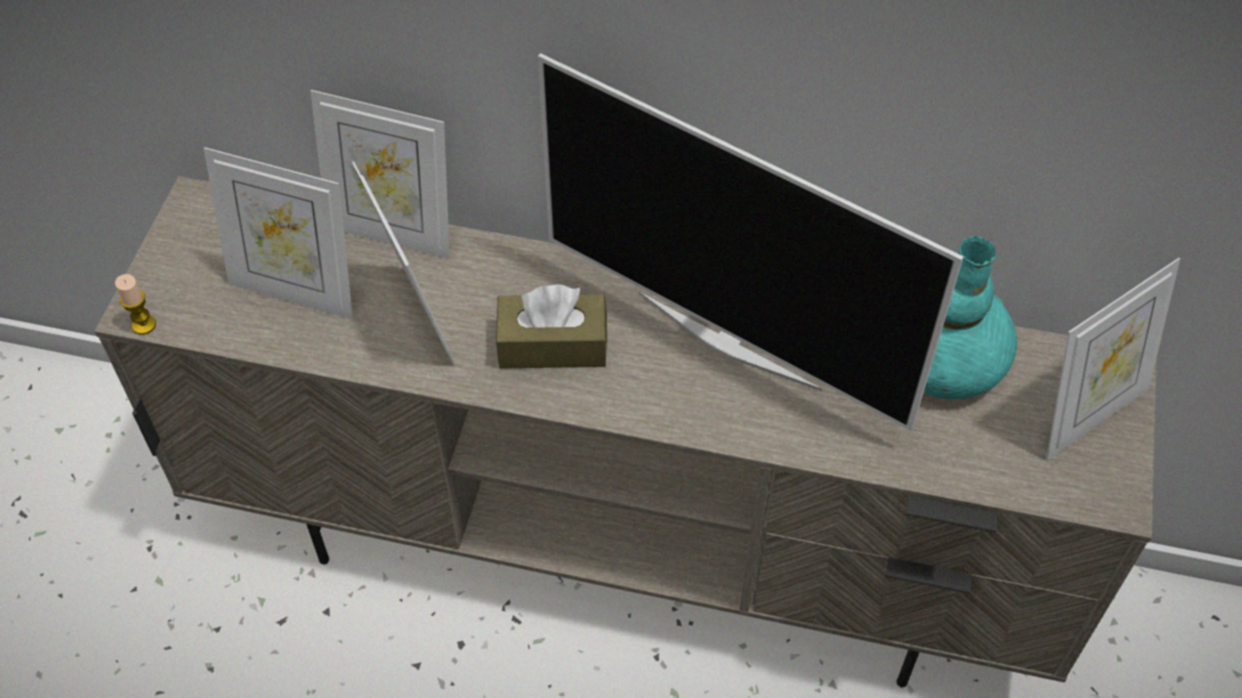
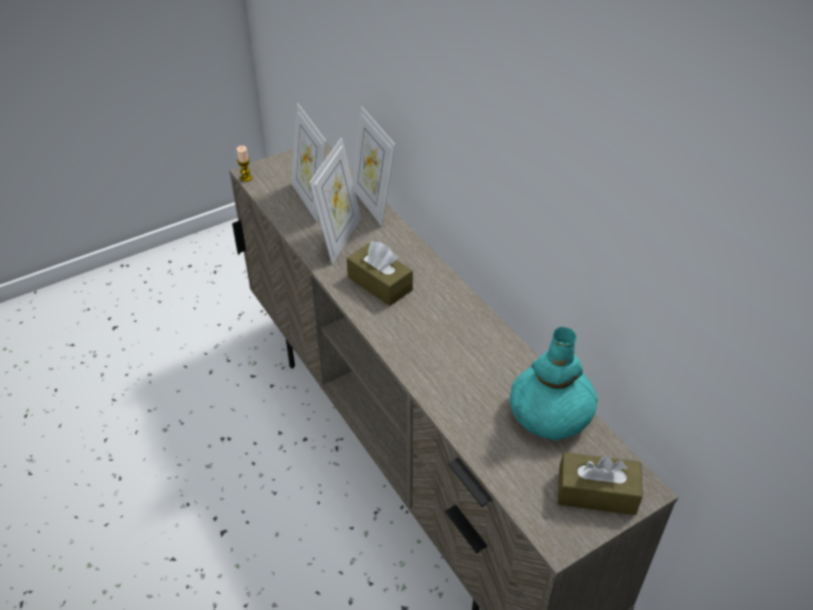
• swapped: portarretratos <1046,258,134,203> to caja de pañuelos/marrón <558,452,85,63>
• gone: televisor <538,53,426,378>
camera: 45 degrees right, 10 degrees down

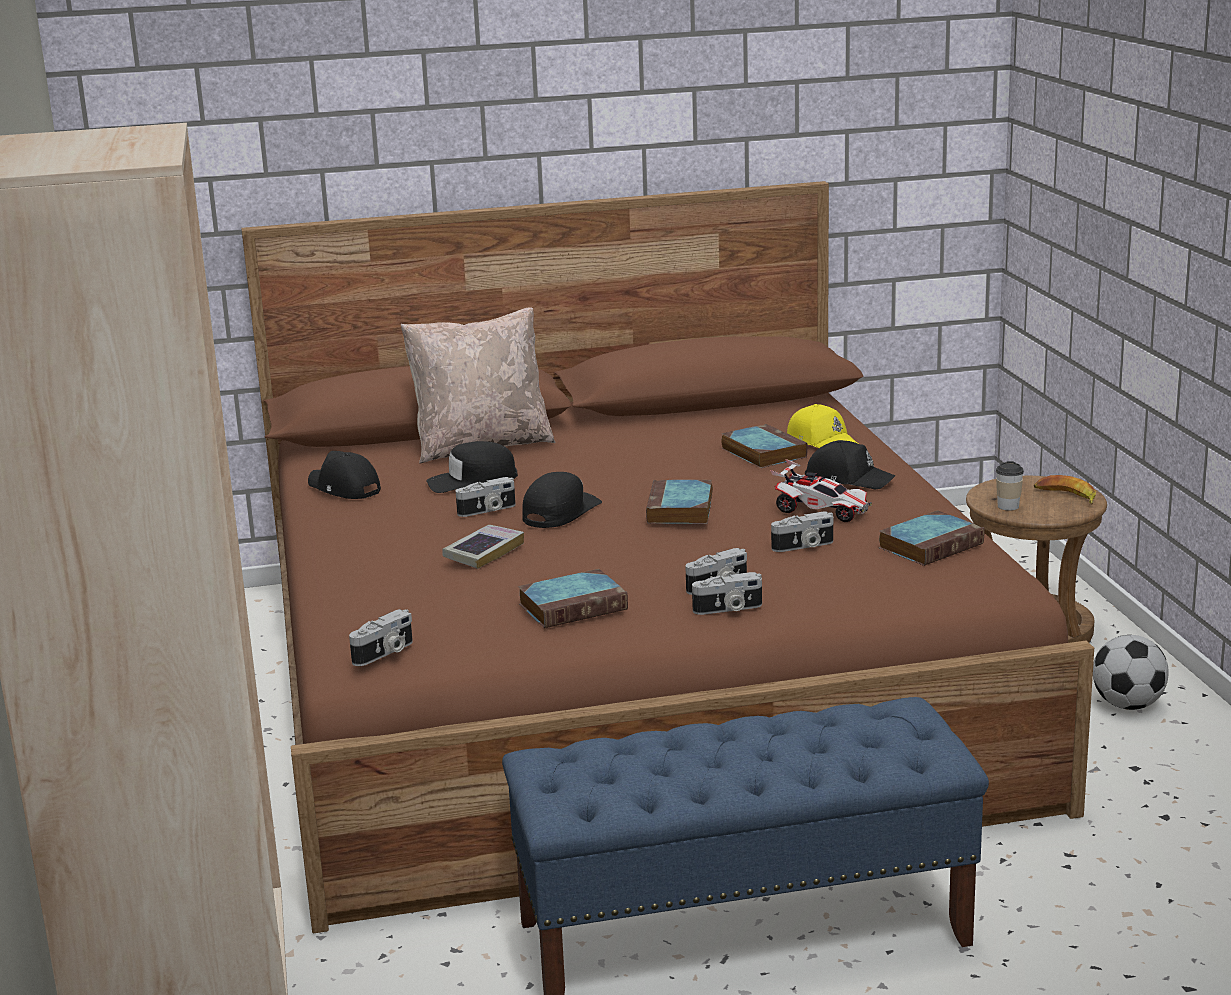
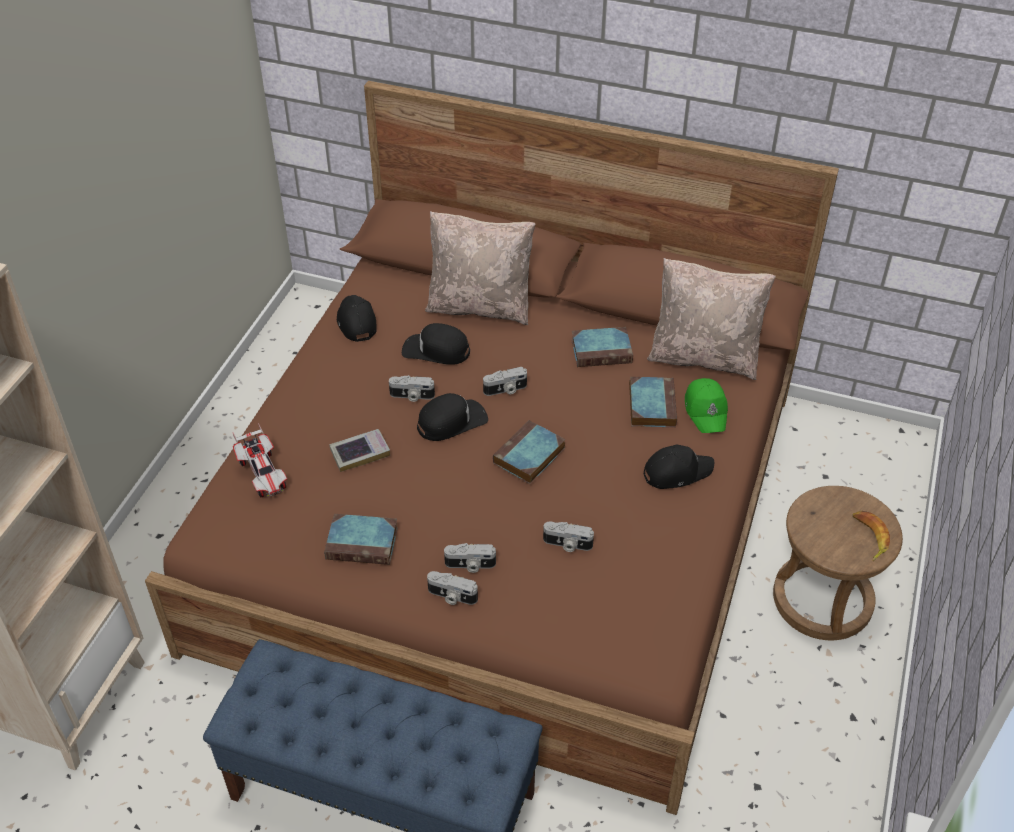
• shifted: coche de juguete <770,459,102,63> to <232,423,55,74>
• shifted: cámara <349,609,64,57> to <483,367,44,29>
• shifted: libro <879,510,106,56> to <571,327,62,40>
• rotated: gorra/negro <805,440,91,50> = <644,445,70,44> 75 degrees counterclockwise
• new: cojín/beis <647,258,129,122>
• repainted: gorra/amarillo <787,404,71,44> to gorra/verde <685,378,43,55>
• gone: taza <996,461,28,50>
• gone: balón de fútbol <1093,635,76,75>
camera: 30 degrees right, 25 degrees up

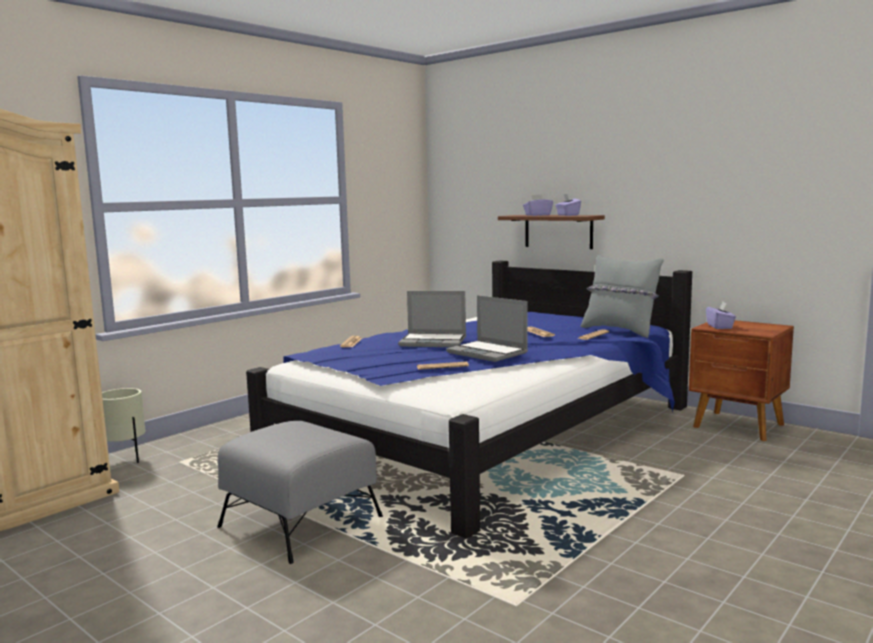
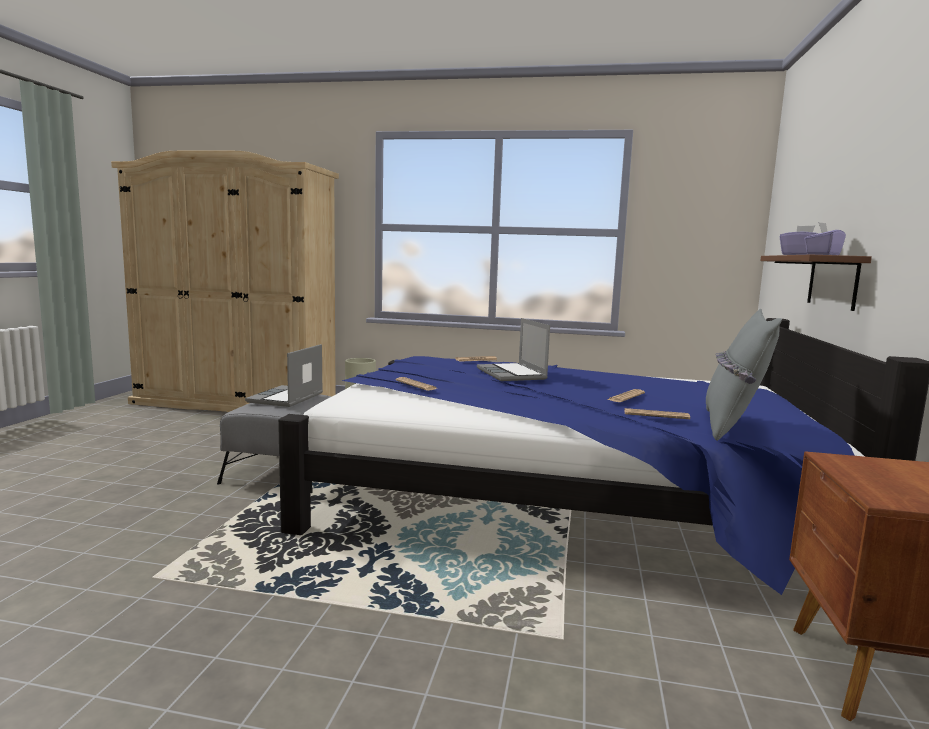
• shifted: portátil <446,295,82,67> to <245,344,78,63>
• gone: caja de pañuelos/morado <706,302,30,27>
camera: 60 degrees right, 0 degrees up

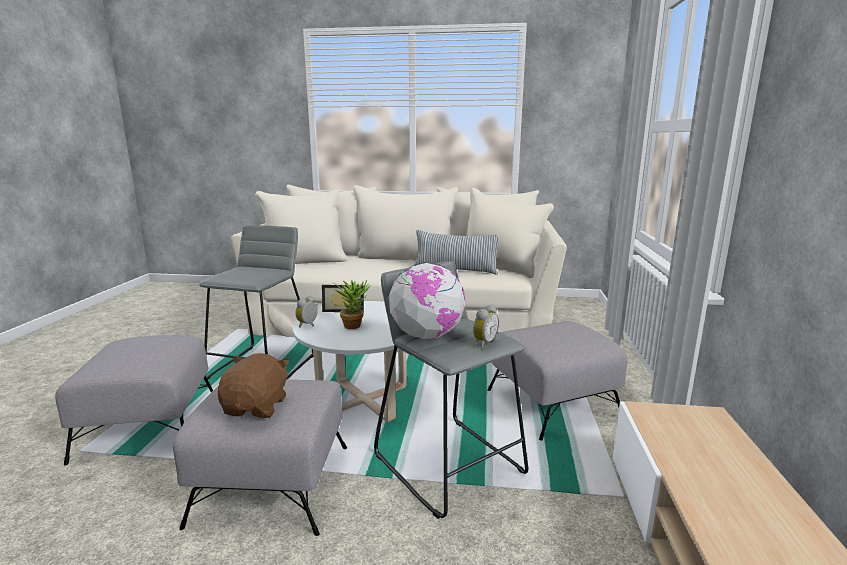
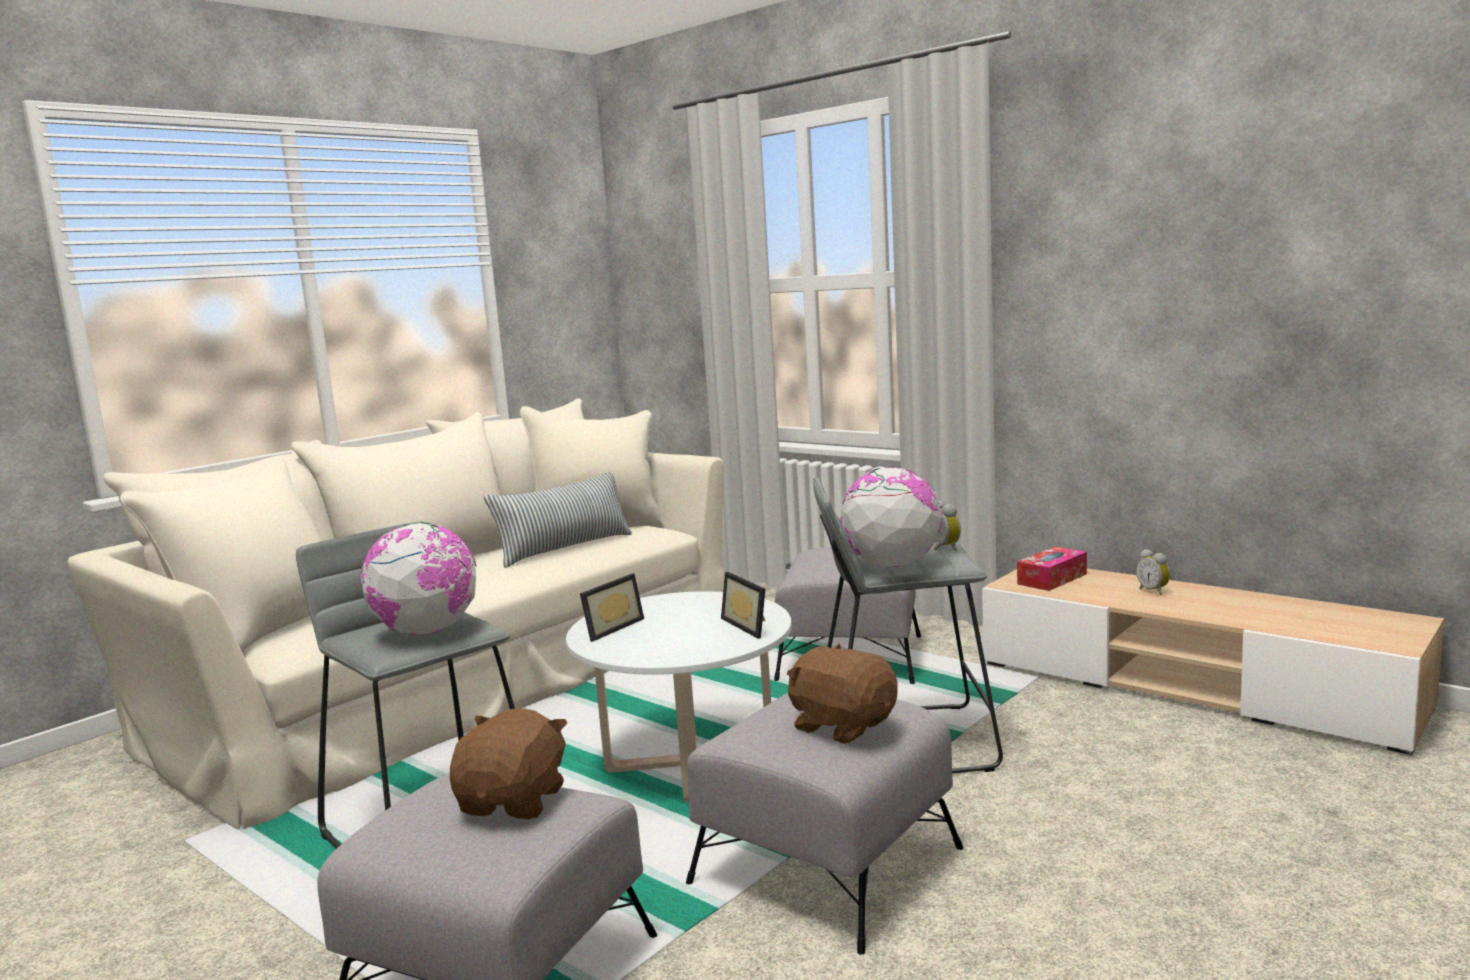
• new: globo terráqueo <360,522,117,113>
• new: peluche/marrón <450,708,117,111>
• new: portarretratos <721,572,44,67>
• new: caja de pañuelos <1017,547,70,44>
• shifted: despertador <295,295,23,32> to <1136,549,34,46>
• gone: planta en maceta <334,280,36,49>
camera: 55 degrees left, 5 degrees down

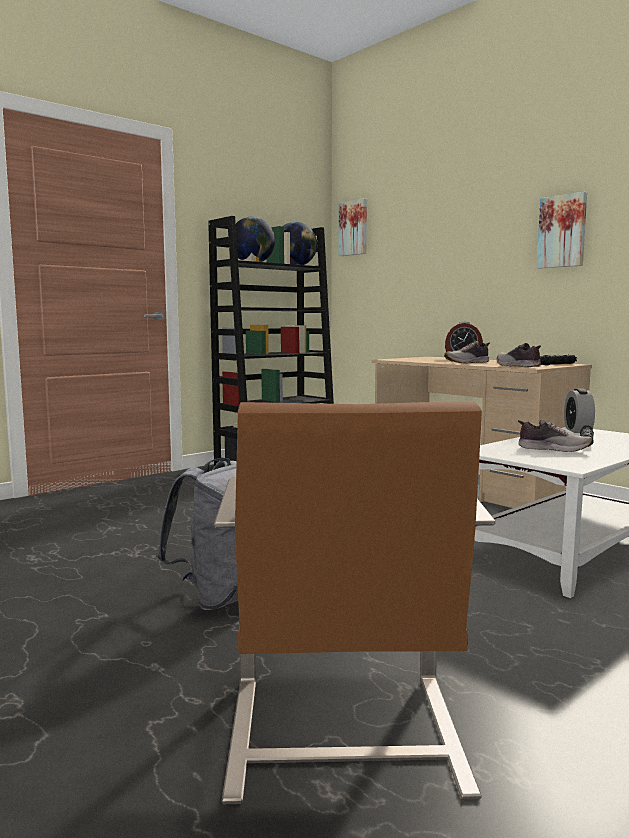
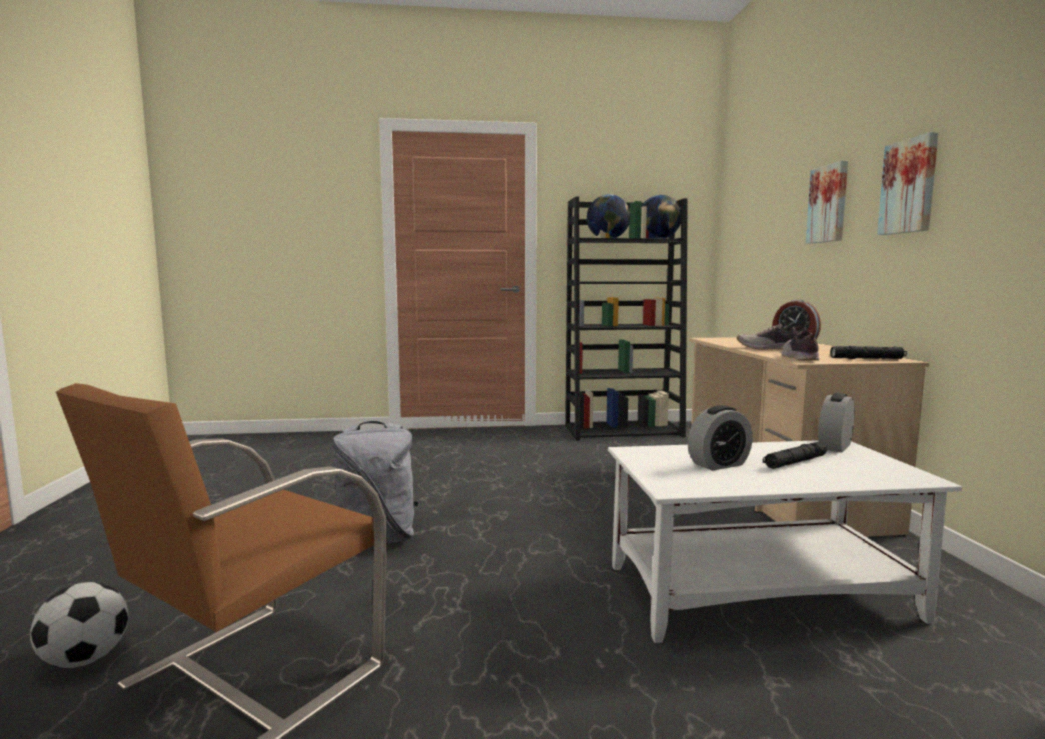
• new: balón de fútbol <30,582,98,86>
• swapped: zapato <518,419,74,33> to despertador <688,405,65,66>
• shifted: cuadro <339,198,28,58> to <806,161,42,83>
camera: 35 degrees right, 0 degrees up

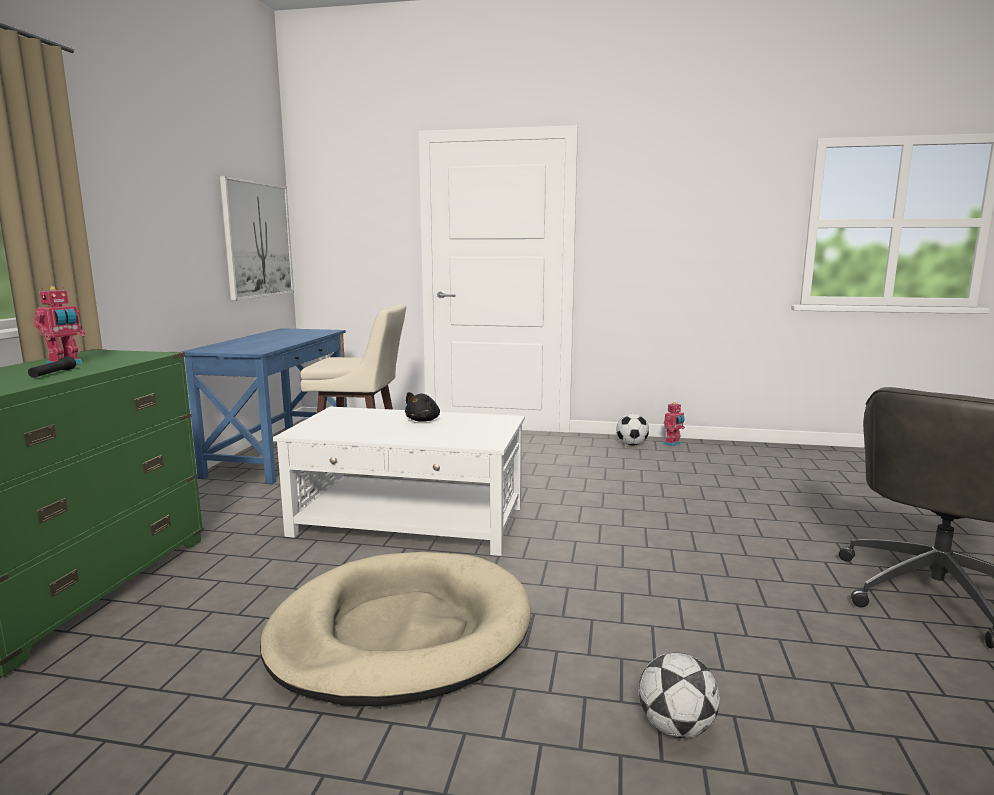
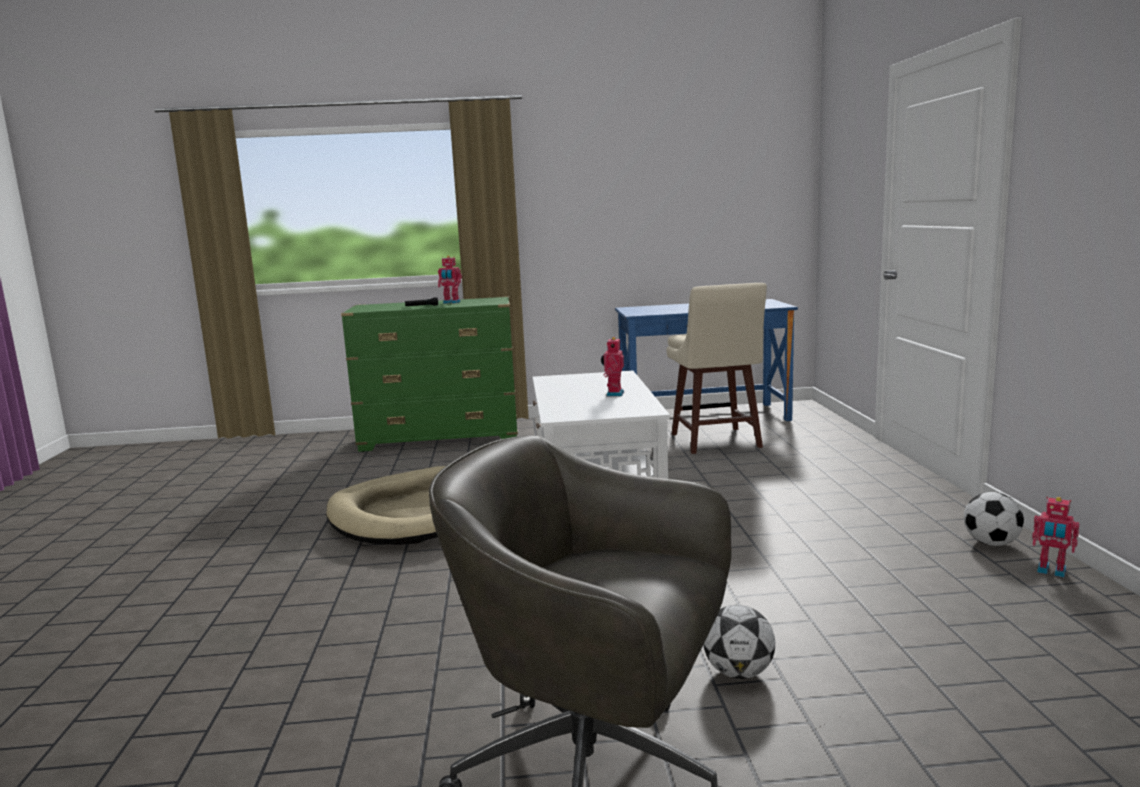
• swapped: peluche/negro <405,392,35,30> to robot de juguete <601,337,23,59>
• shifted: balón de fútbol <639,652,81,86> to <703,605,72,74>
• gone: cuadro <220,176,74,125>
camera: 75 degrees right, 0 degrees up

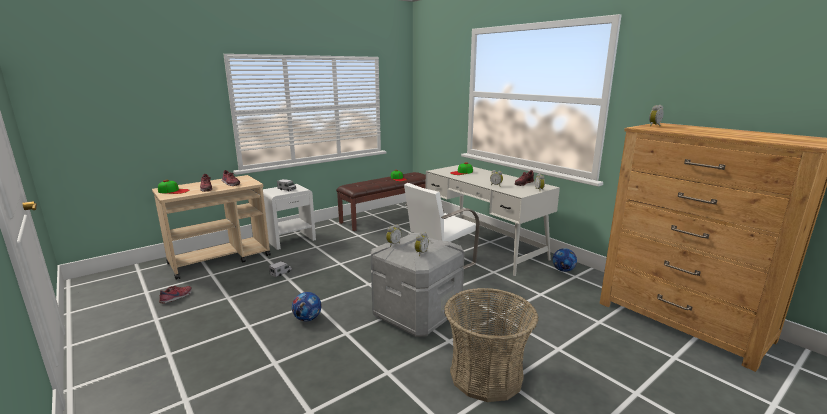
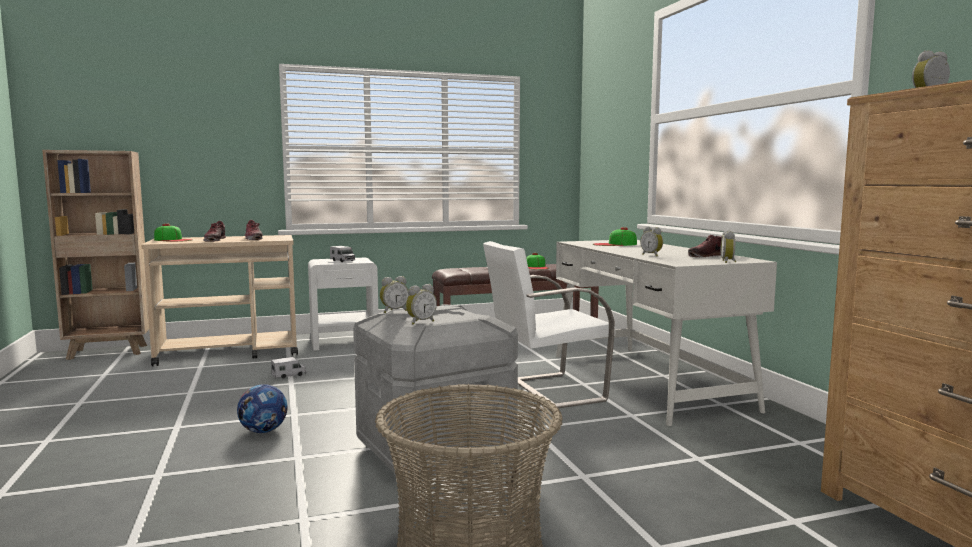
• new: estantería/marrón <42,150,107,210>
• gone: zapato <159,286,33,18>
• gone: balón de fútbol <552,248,25,24>
camera: 20 degrees right, 10 degrees down

